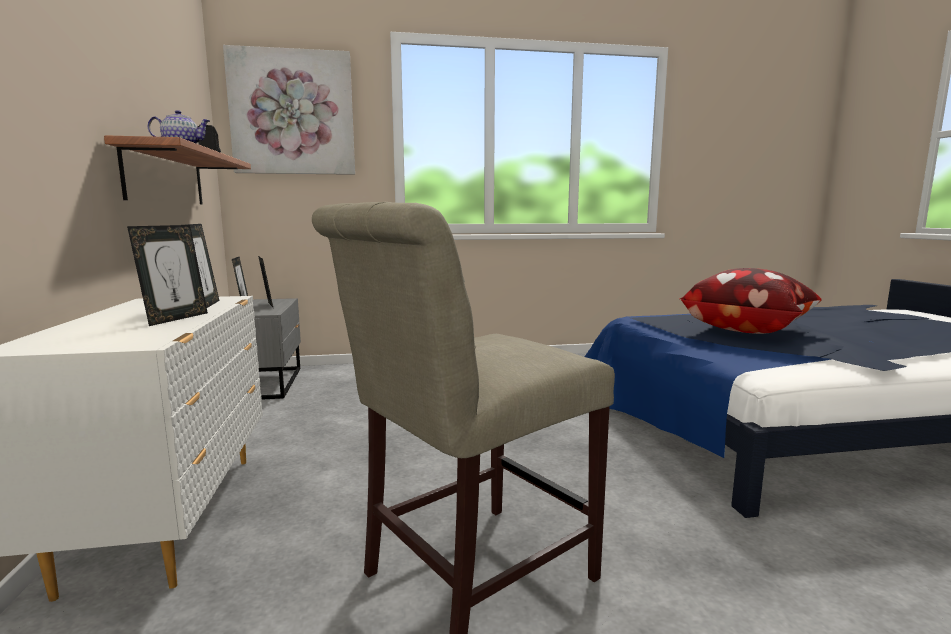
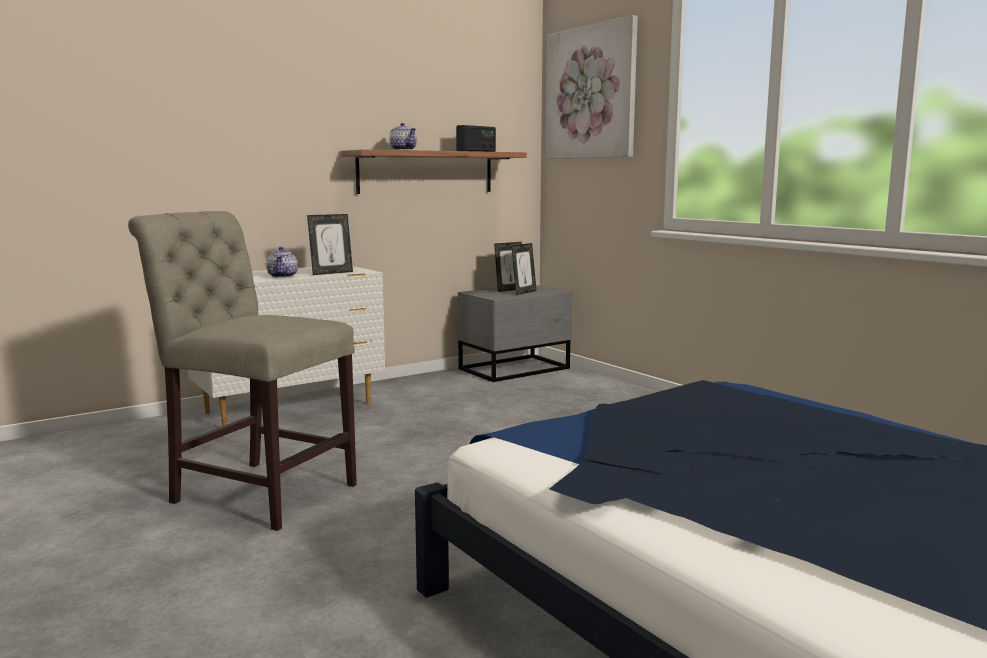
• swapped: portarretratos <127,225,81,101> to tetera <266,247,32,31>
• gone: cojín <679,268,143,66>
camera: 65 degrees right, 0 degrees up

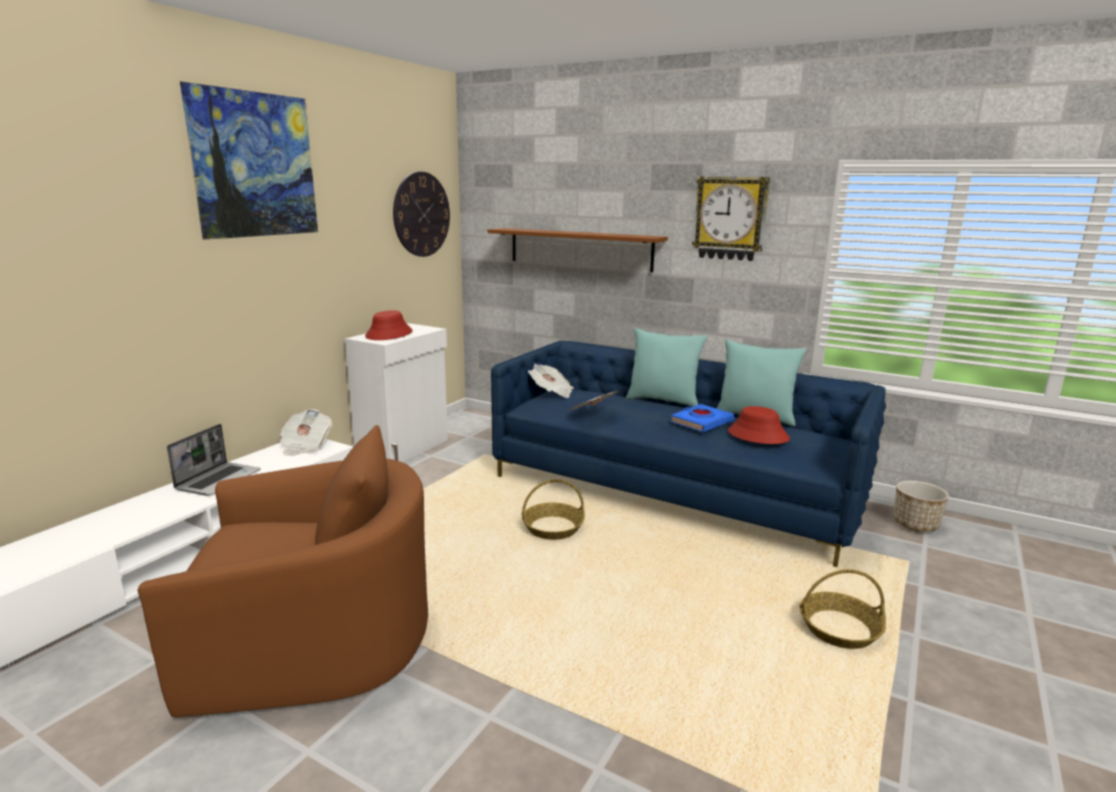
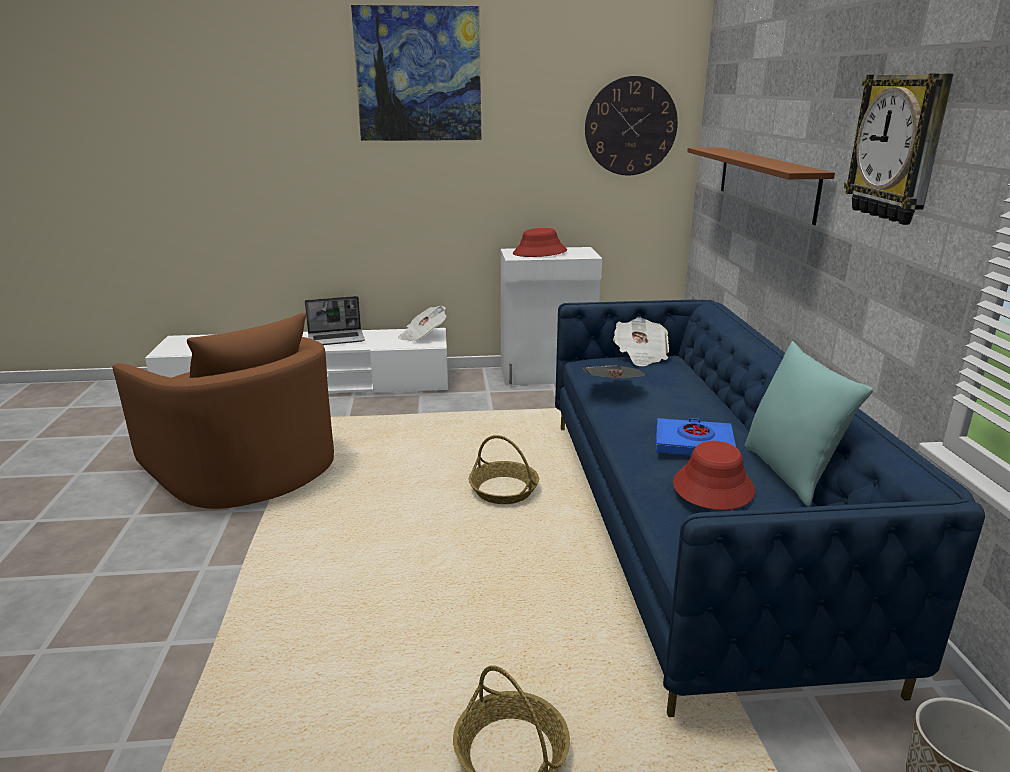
• gone: cojín/turquesa <626,328,82,79>
camera: 55 degrees right, 5 degrees up

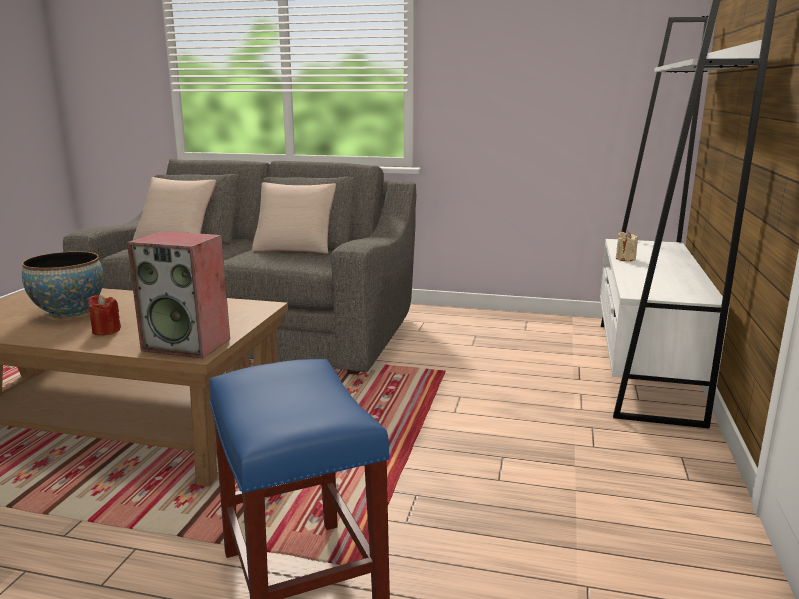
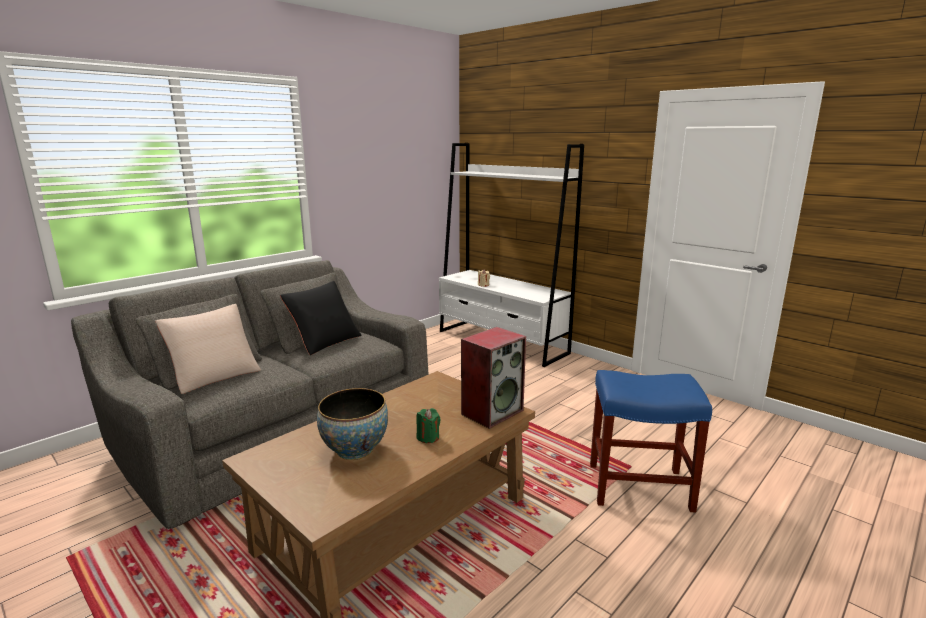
• repainted: cojín/beis <252,182,84,72> to cojín/negro <280,281,82,74>
• repainted: vela/rojo <88,295,33,41> to vela/verde <416,408,25,35>
camera: 60 degrees left, 0 degrees up

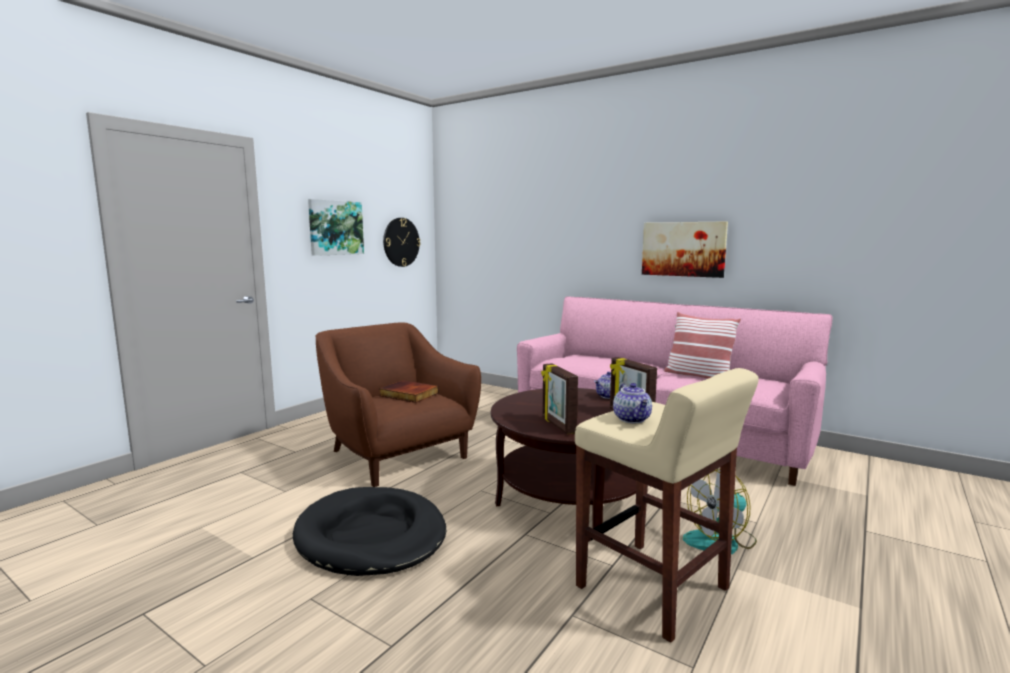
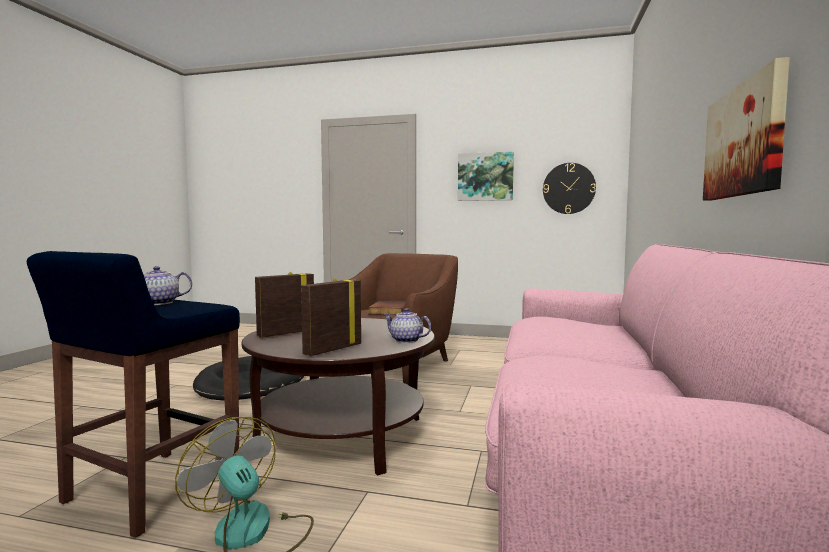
• repainted: taburete/beis <575,368,184,275> to taburete/azul <27,251,213,287>
• gone: cojín <664,312,77,67>
camera: 70 degrees right, 5 degrees down

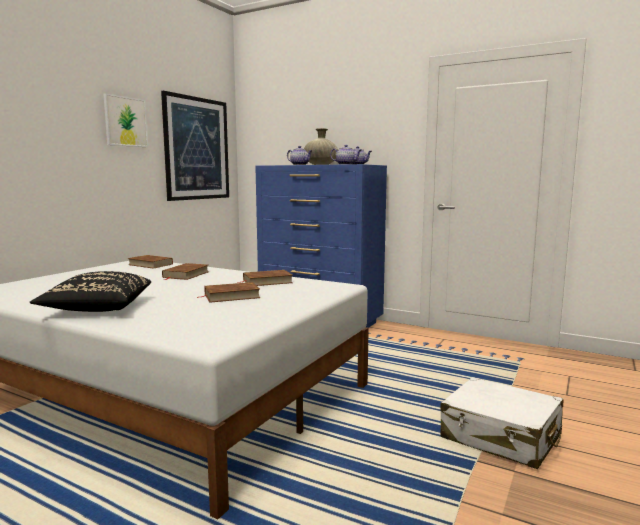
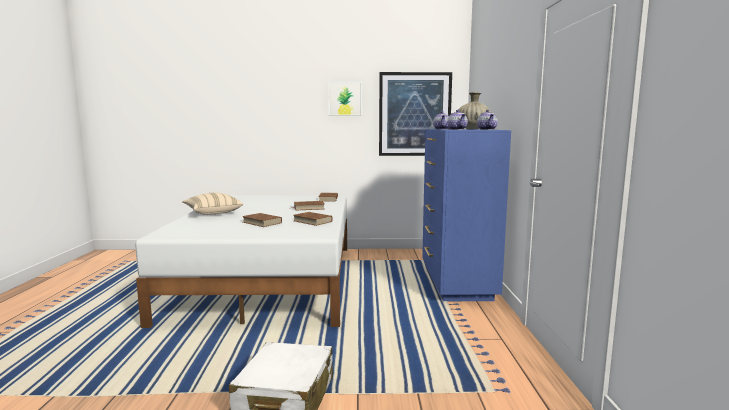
• repainted: cojín/negro <30,271,121,41> to cojín/beis <182,193,61,22>
camera: 60 degrees right, 0 degrees up

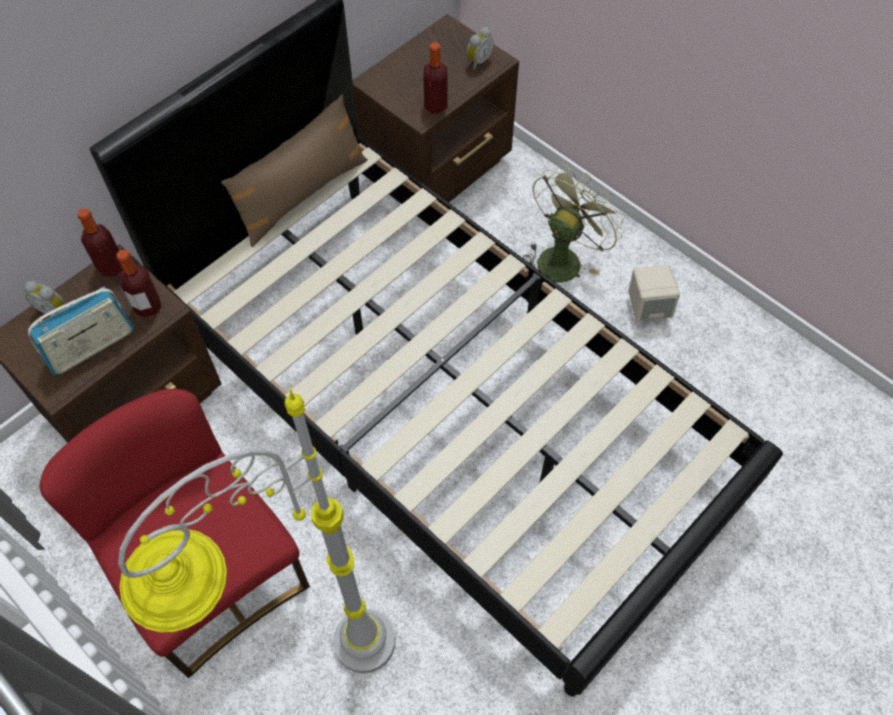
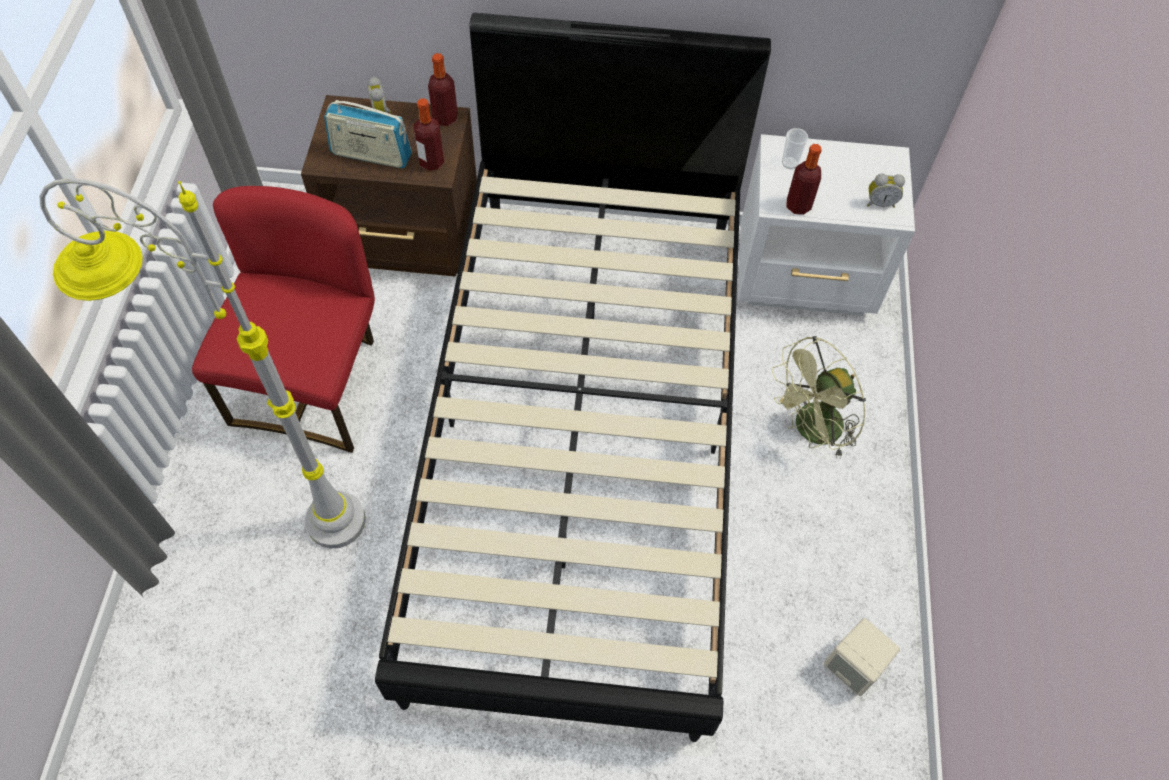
• repainted: mesita de noche/marrón <352,14,167,188> to mesita de noche/blanco <738,134,177,182>
• rotated: ventilador/verde <523,164,102,118> = <772,336,94,122> 150 degrees clockwise
• new: taza <782,128,26,41>
• shifted: altavoz/beis <628,265,52,57> to <824,618,76,78>
• gone: cojín/marrón <221,95,147,152>
camera: 50 degrees right, 0 degrees up

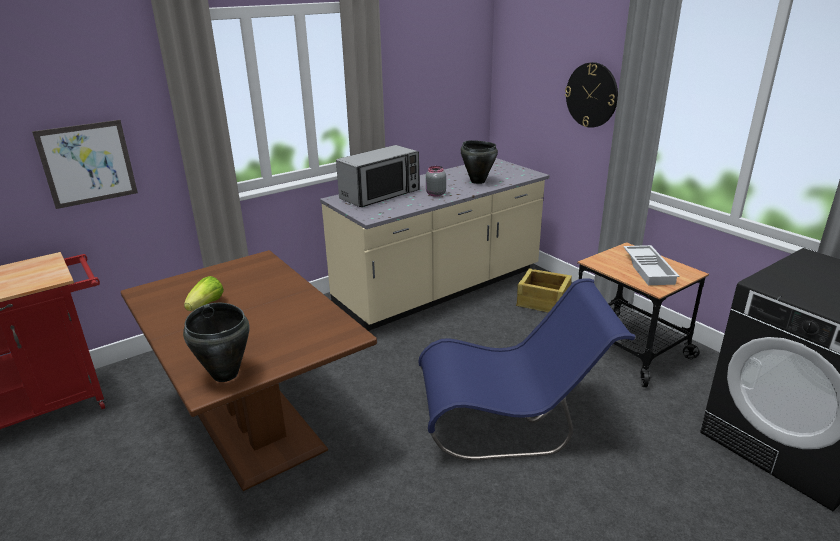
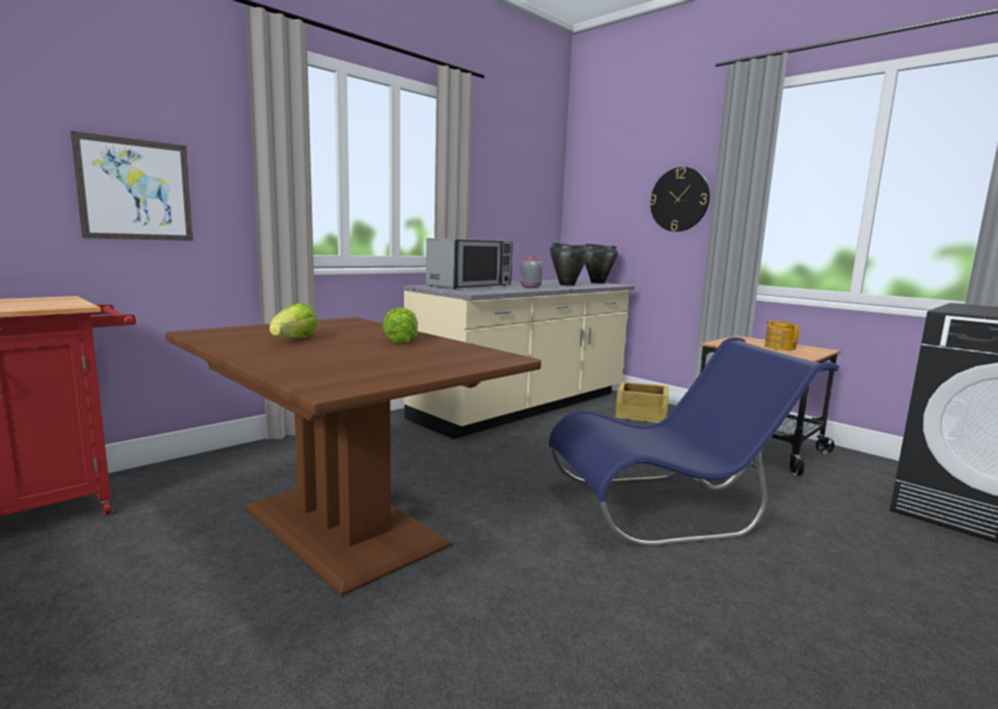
• new: lechuga <382,307,36,37>
• shifted: olla/negro <183,303,66,79> to <585,244,33,39>
• swapped: bandeja/blanco <623,245,57,40> to tetera <765,320,35,30>
camera: 10 degrees left, 15 degrees down

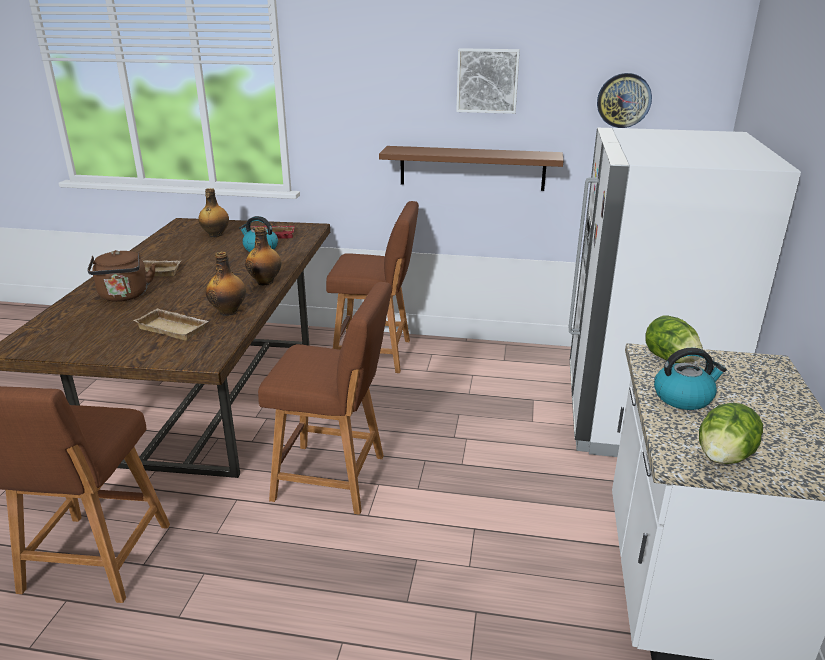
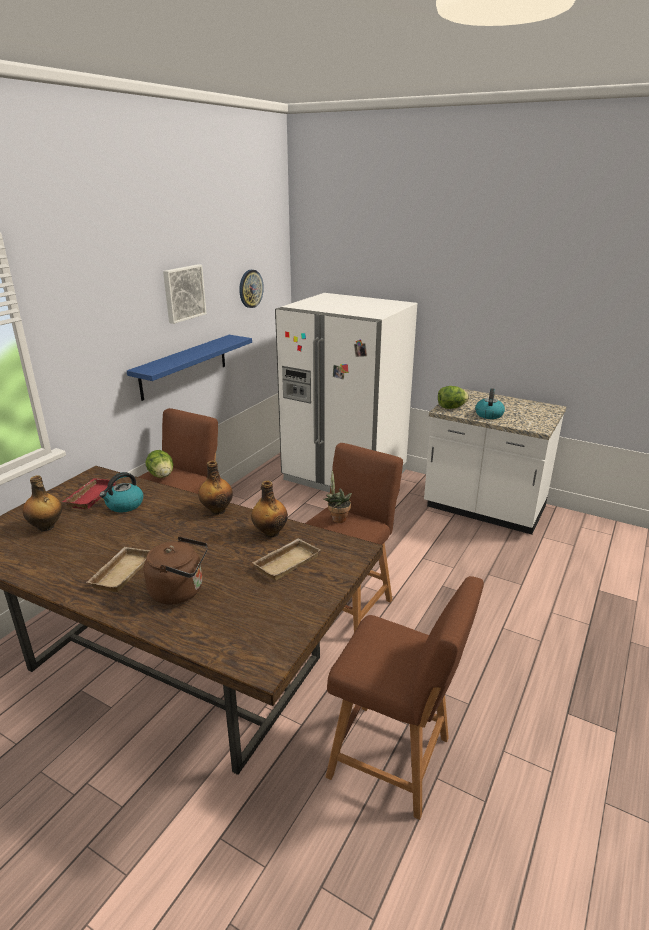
• repainted: estante/marrón <379,146,185,45> to estante/azul <127,335,125,66>
• shifted: lechuga <699,403,64,61> to <145,450,28,28>
• new: planta en maceta <323,470,29,53>
camera: 70 degrees left, 0 degrees up

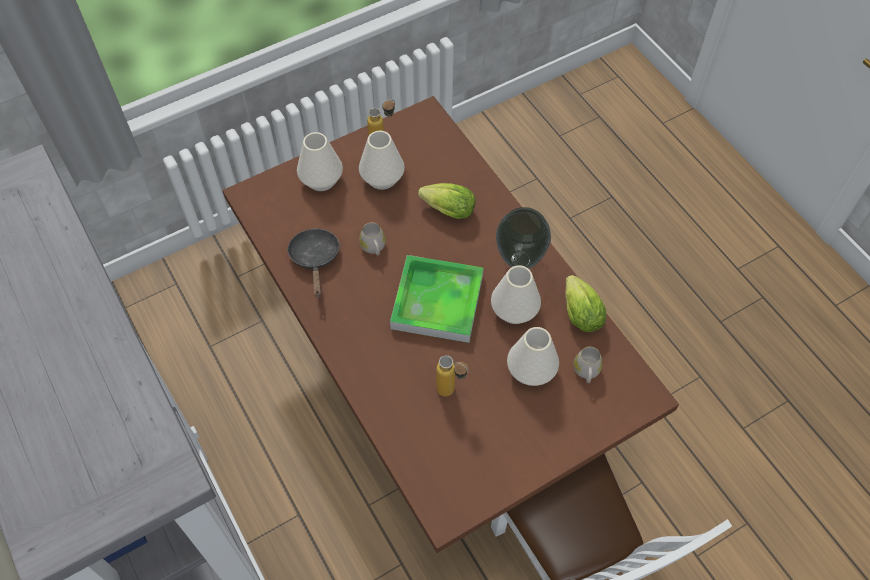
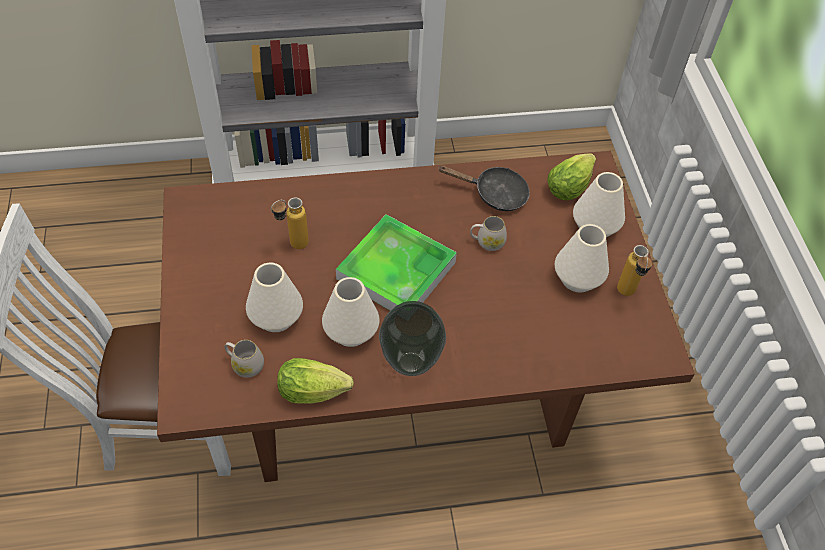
• shifted: lechuga <418,183,57,36> to <547,154,49,47>
camera: 110 degrees right, 5 degrees down

